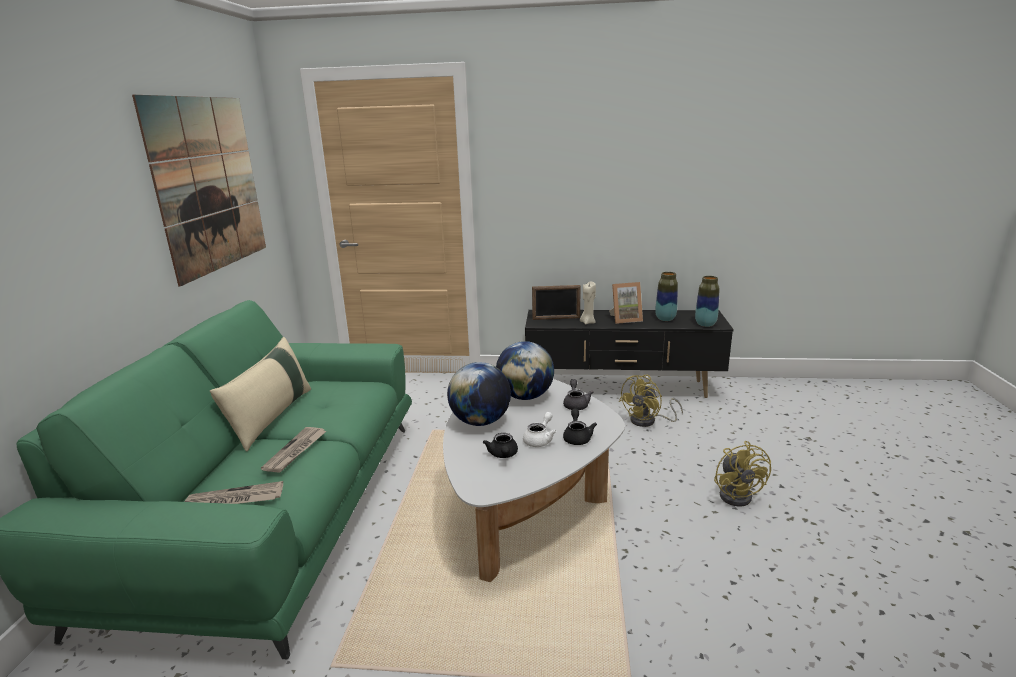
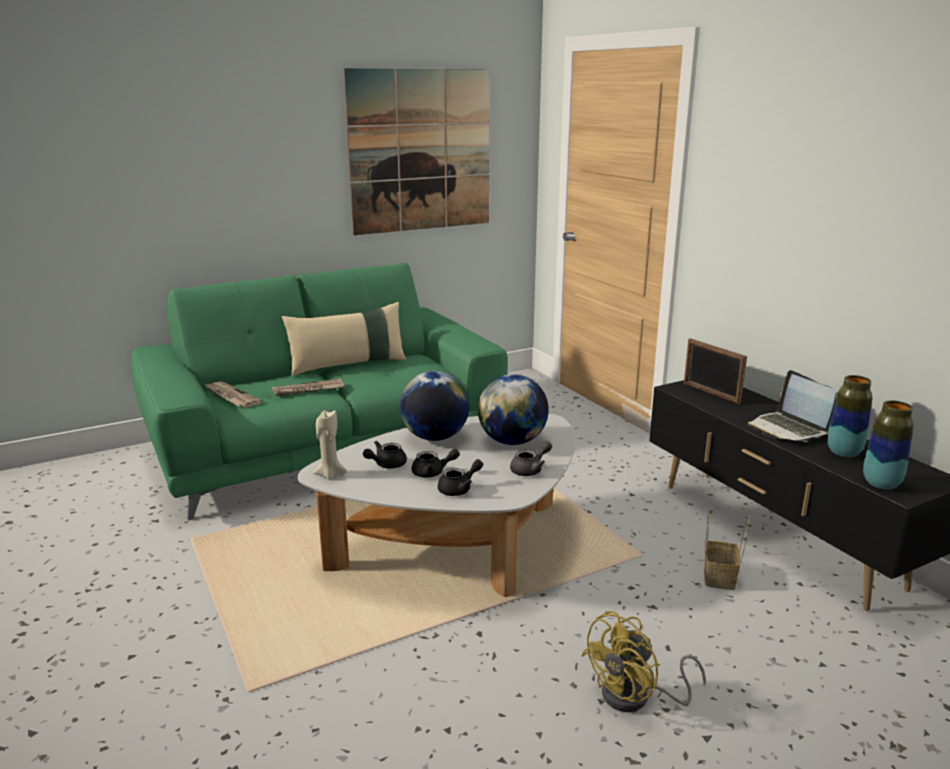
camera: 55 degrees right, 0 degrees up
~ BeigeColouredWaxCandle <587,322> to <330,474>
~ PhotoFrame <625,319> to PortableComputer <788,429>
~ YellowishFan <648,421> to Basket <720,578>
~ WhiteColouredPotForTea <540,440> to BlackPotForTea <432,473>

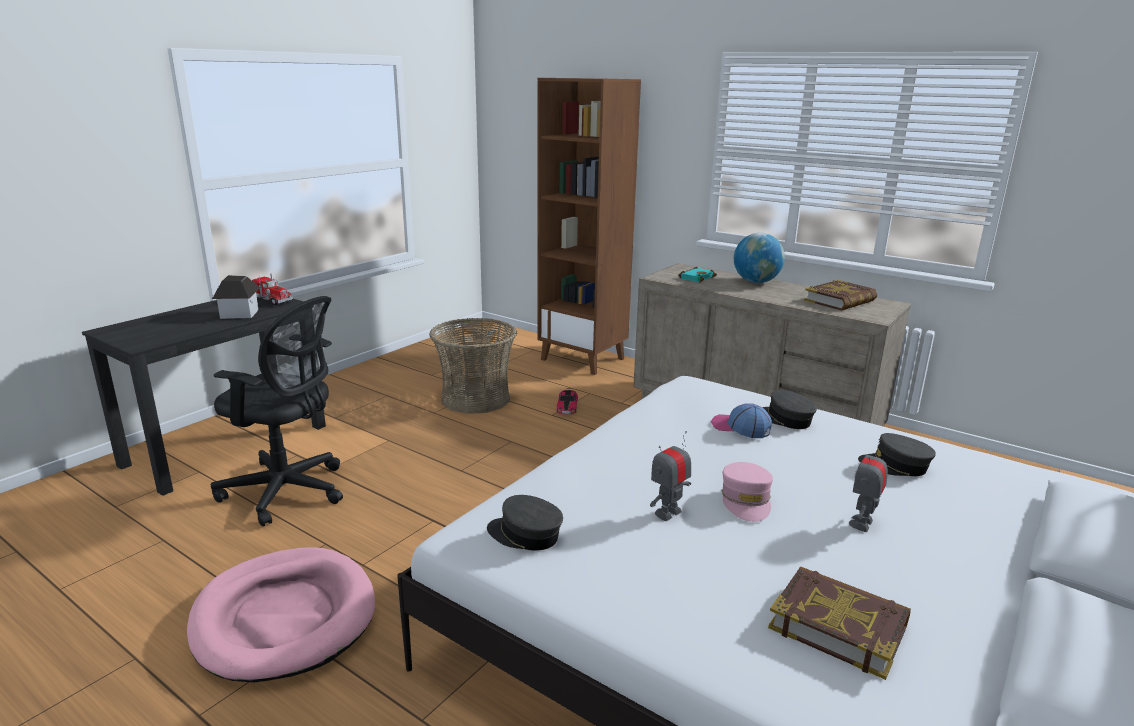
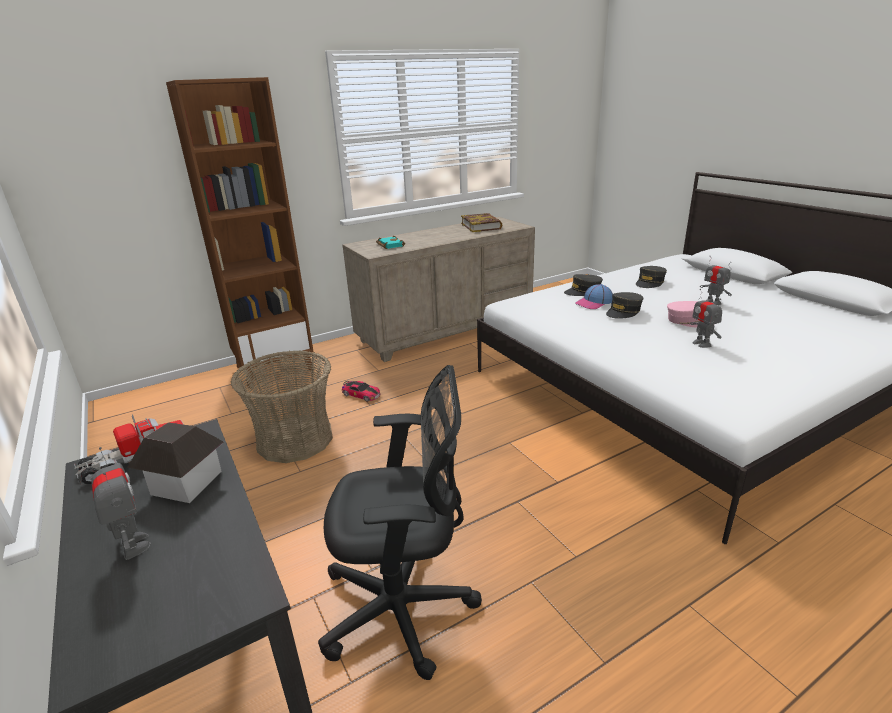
camera: 65 degrees left, 5 degrees up
- WorldGlobe <756,282>
~ BlackOfficeChair <289,492> = <404,609> 45 degrees clockwise
~ GreyBaseballCap <525,535> to <623,312>
- PinkDogBed <285,617>
- Book <838,626>
+ ToyRobot <133,545>

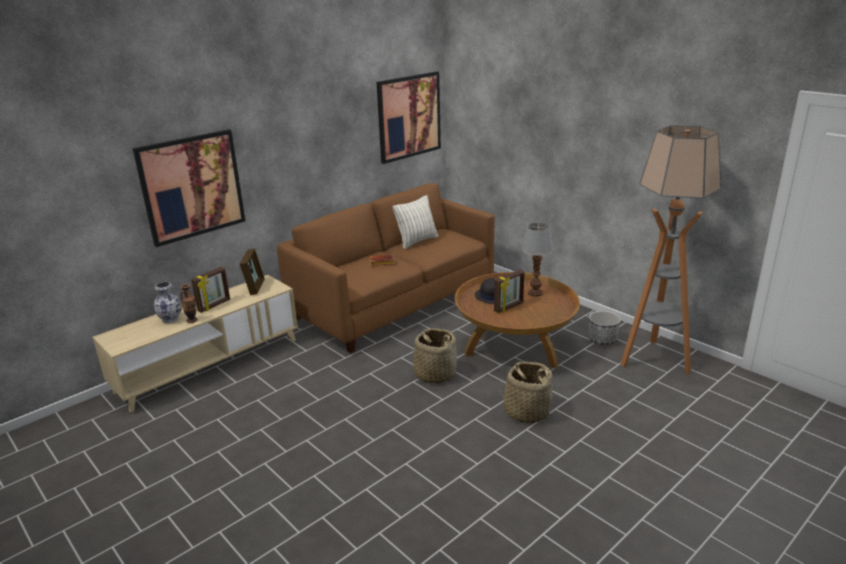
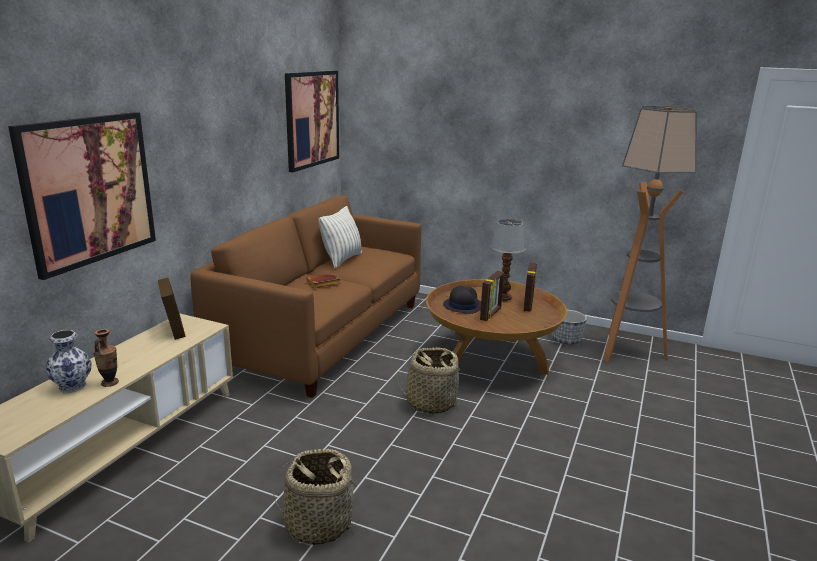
camera: 25 degrees left, 5 degrees down
~ PhotoFrame <214,305> to <528,304>
~ Basket <526,411> to <318,524>

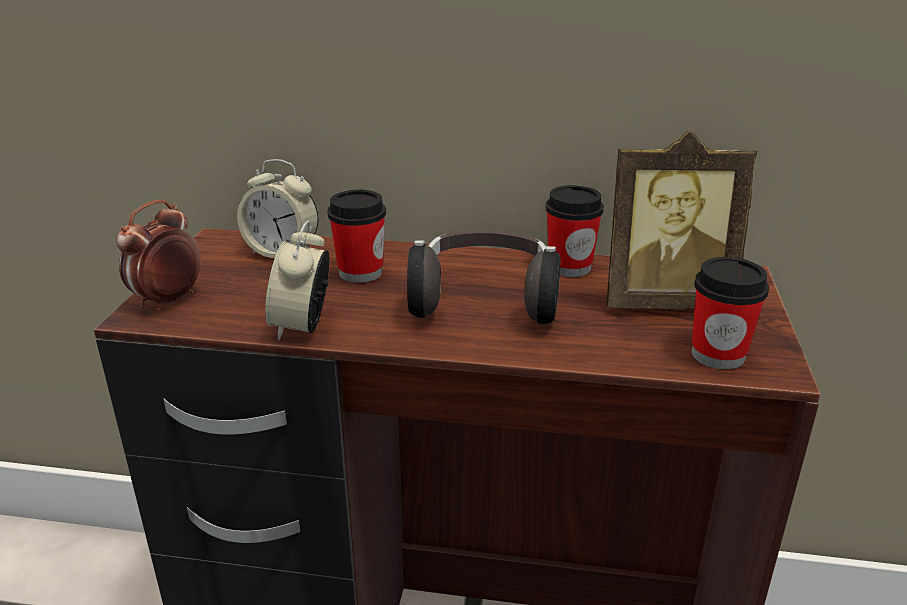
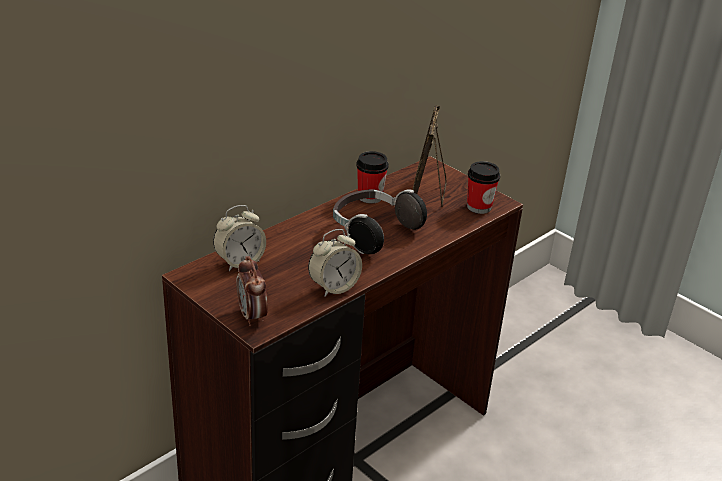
camera: 55 degrees left, 5 degrees up
~ PhotoFrame <664,301> = <428,193> 150 degrees clockwise
- SmallCup <360,272>
~ TableClock <302,326> = <334,287> 75 degrees counterclockwise

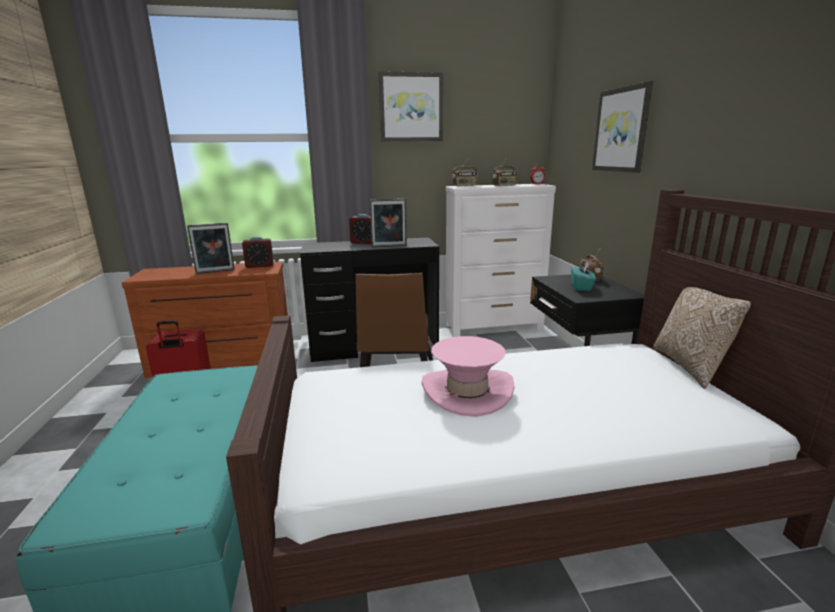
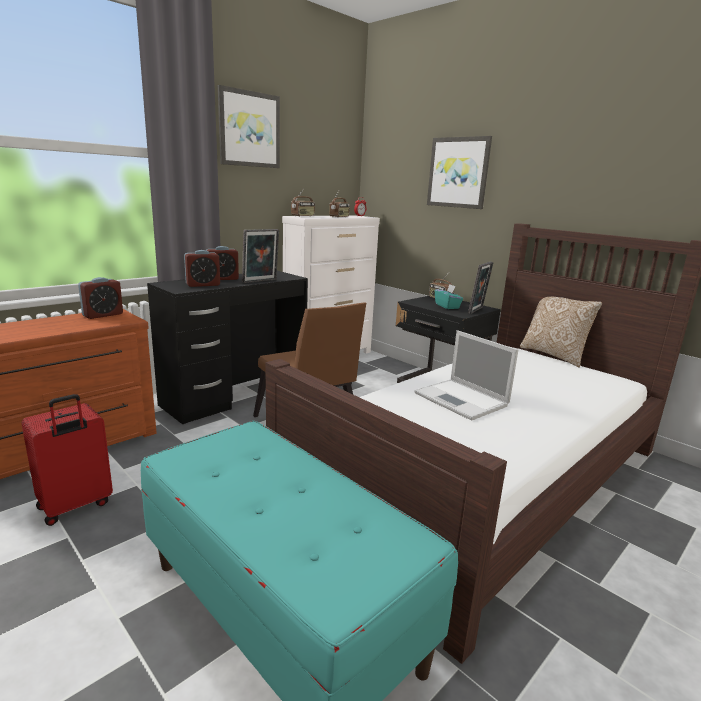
camera: 35 degrees left, 0 degrees up
~ PhotoFrame <215,272> to <477,310>
~ PinkClothingHat <467,391> to PortableComputer <462,400>
+ TableClock <203,285>

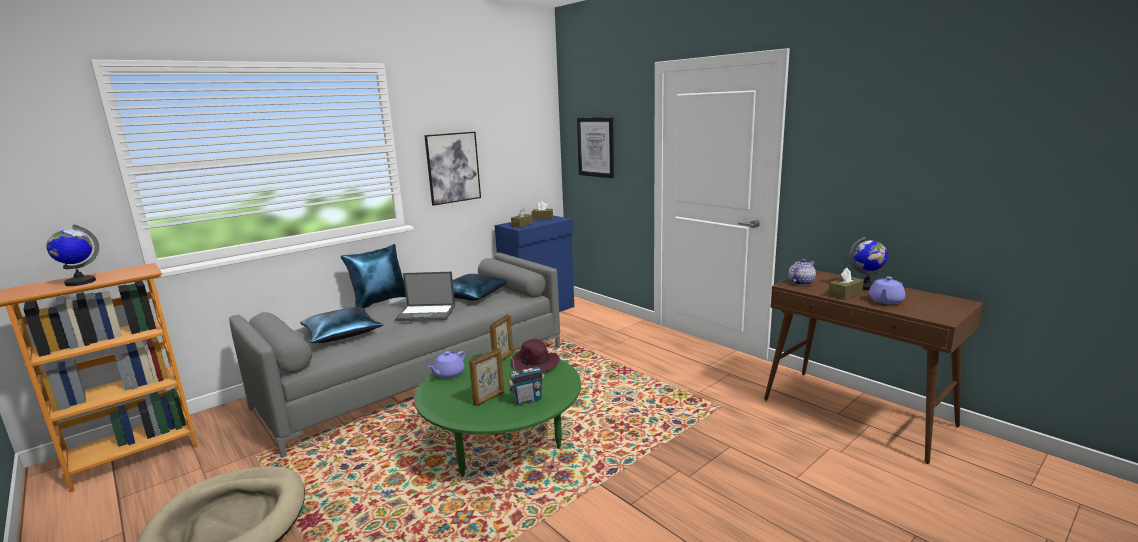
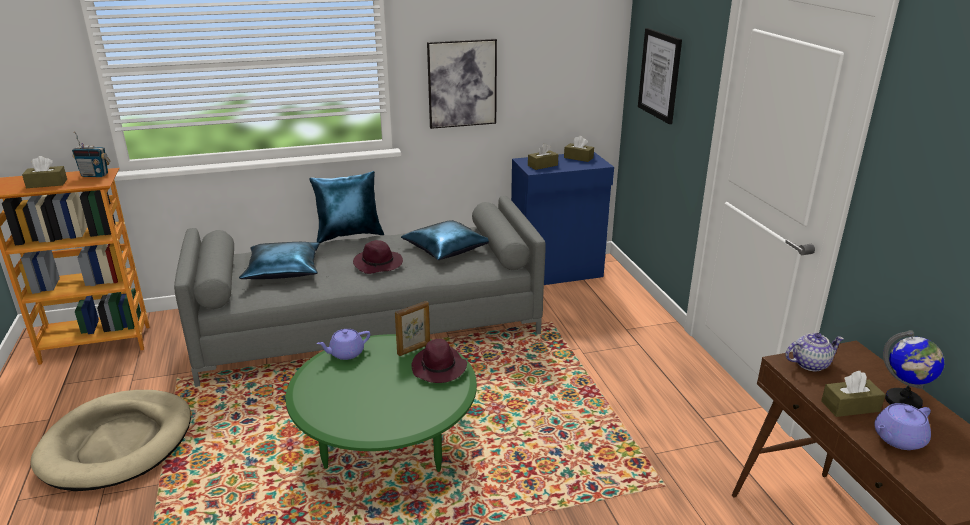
camera: 25 degrees right, 10 degrees up
~ WorldGlobe <80,282> to BrownColouredBoxOfTissues <47,184>
~ PortableComputer <427,313> to PurpleColouredClothingHat <378,264>
- PhotoFrame <489,398>
~ RadioReceiver <527,400> to <95,175>

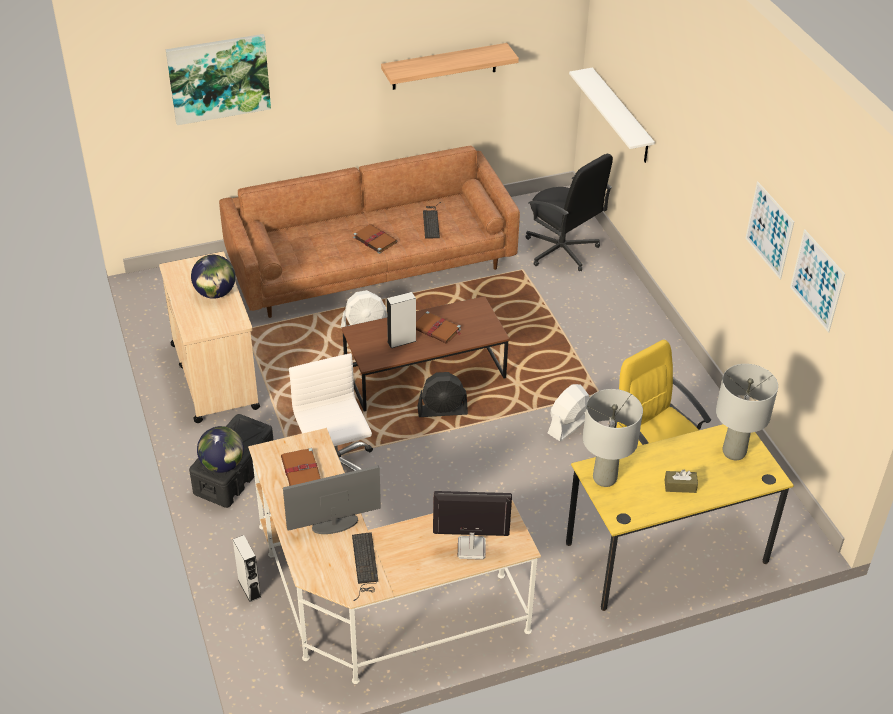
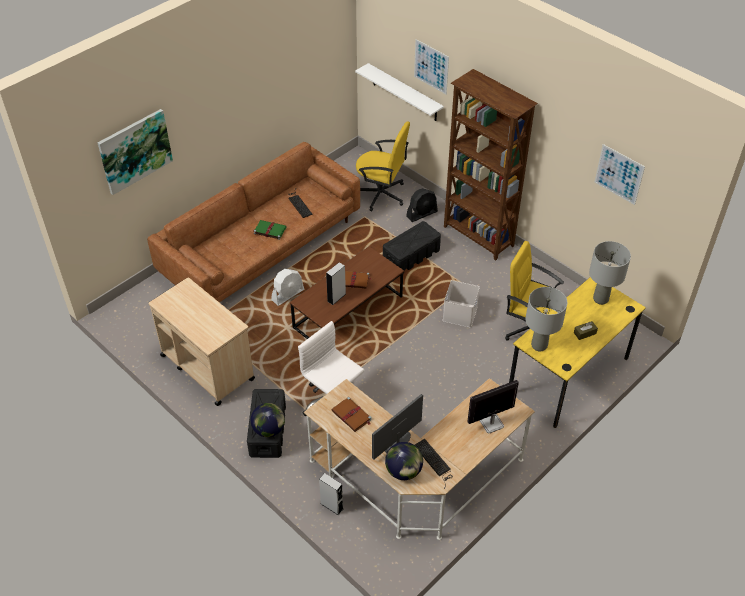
camera: 25 degrees left, 5 degrees up
- WallShelf <444,66>
~ BlackOfficeChair <562,250> to YellowishOfficeChair <381,194>
~ WallArt <769,230> to <431,66>
~ BrownColouredBook <374,239> to GreenColouredBook <269,230>
~ WorldGlobe <215,293> to <403,471>
~ BlackFan <442,411> to <422,214>
~ WhiteColouredFan <568,425> to WhiteColouredStorageBox <460,314>
+ BrownColouredBookcase <478,237>
+ BlackStorageBox <411,256>

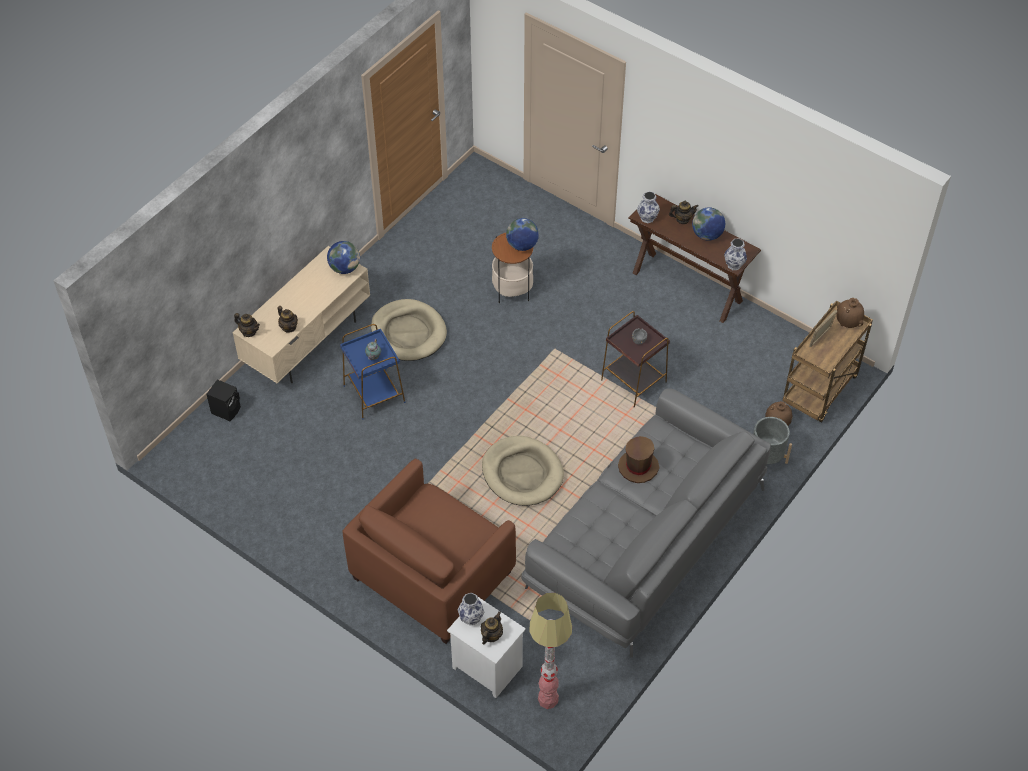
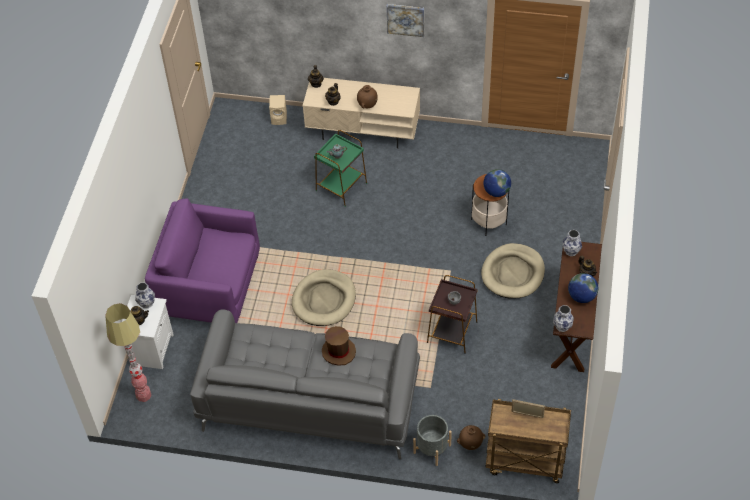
camera: 65 degrees right, 0 degrees up
- WorldGlobe <344,268>
~ BrownColouredDecorativeVase <848,323> to <367,105>
~ BeigeColouredDogBed <408,333> to <513,273>
~ BlueColouredEndTable <374,394> to GreenColouredEndTable <340,187>
~ BlackSpeaker <226,409> to BeigeColouredSpeaker <279,118>
~ BrownColouredEasyChair <432,575> to PurpleColouredEasyChair <210,286>
+ WallArt <405,19>

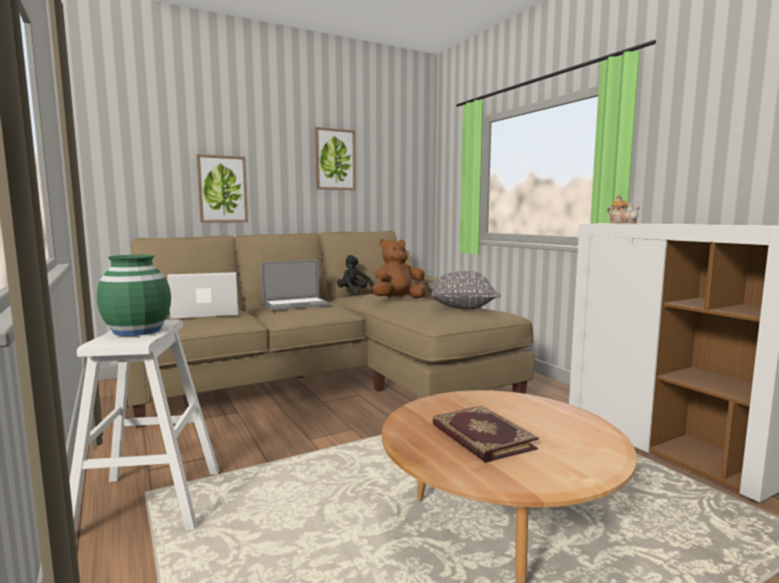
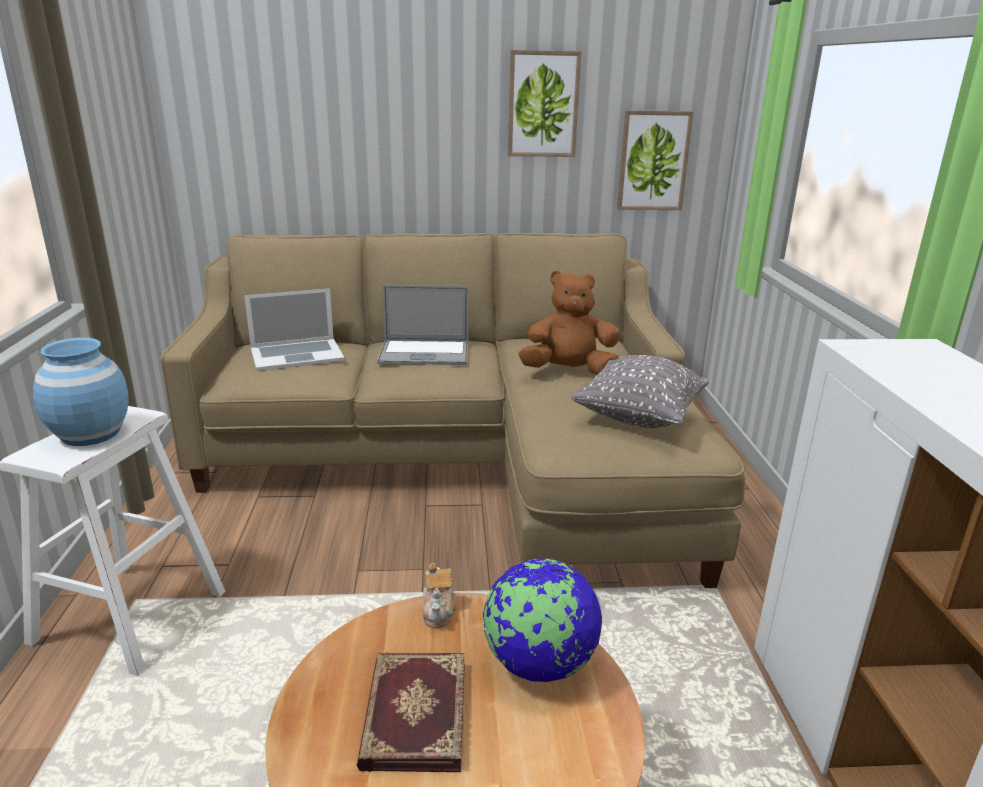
camera: 25 degrees right, 15 degrees up
~ WallArt <222,189> to <653,161>
~ PotForTea <622,223> to <438,610>
~ GreenColouredDecorativeVase <137,331> to BlueColouredDecorativeVase <91,434>
- BlackCuddlyToy <354,293>
~ PortableComputer <206,313> = <297,354> 150 degrees clockwise
+ WorldGlobe <539,664>

